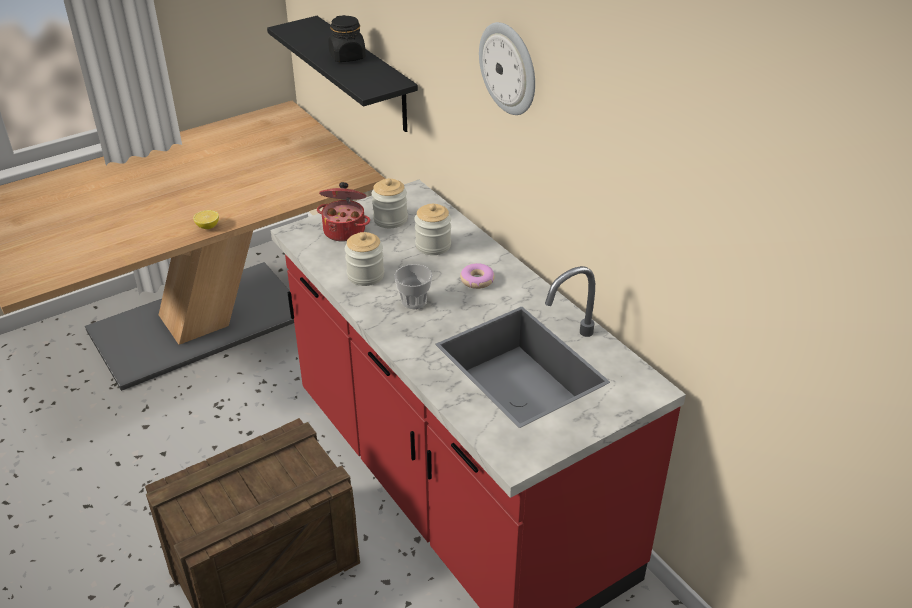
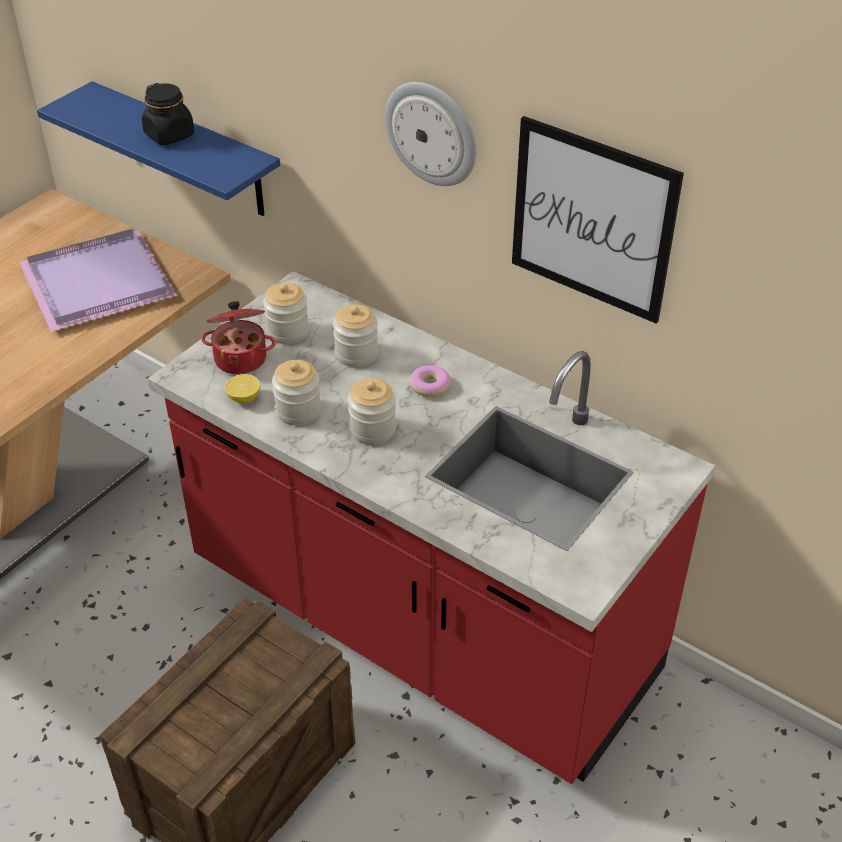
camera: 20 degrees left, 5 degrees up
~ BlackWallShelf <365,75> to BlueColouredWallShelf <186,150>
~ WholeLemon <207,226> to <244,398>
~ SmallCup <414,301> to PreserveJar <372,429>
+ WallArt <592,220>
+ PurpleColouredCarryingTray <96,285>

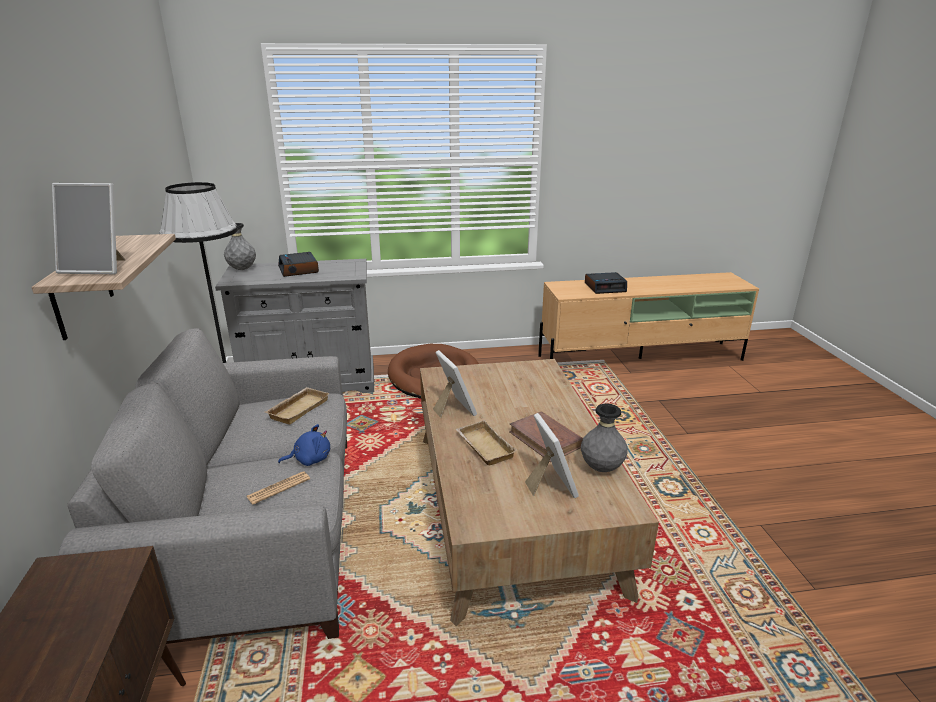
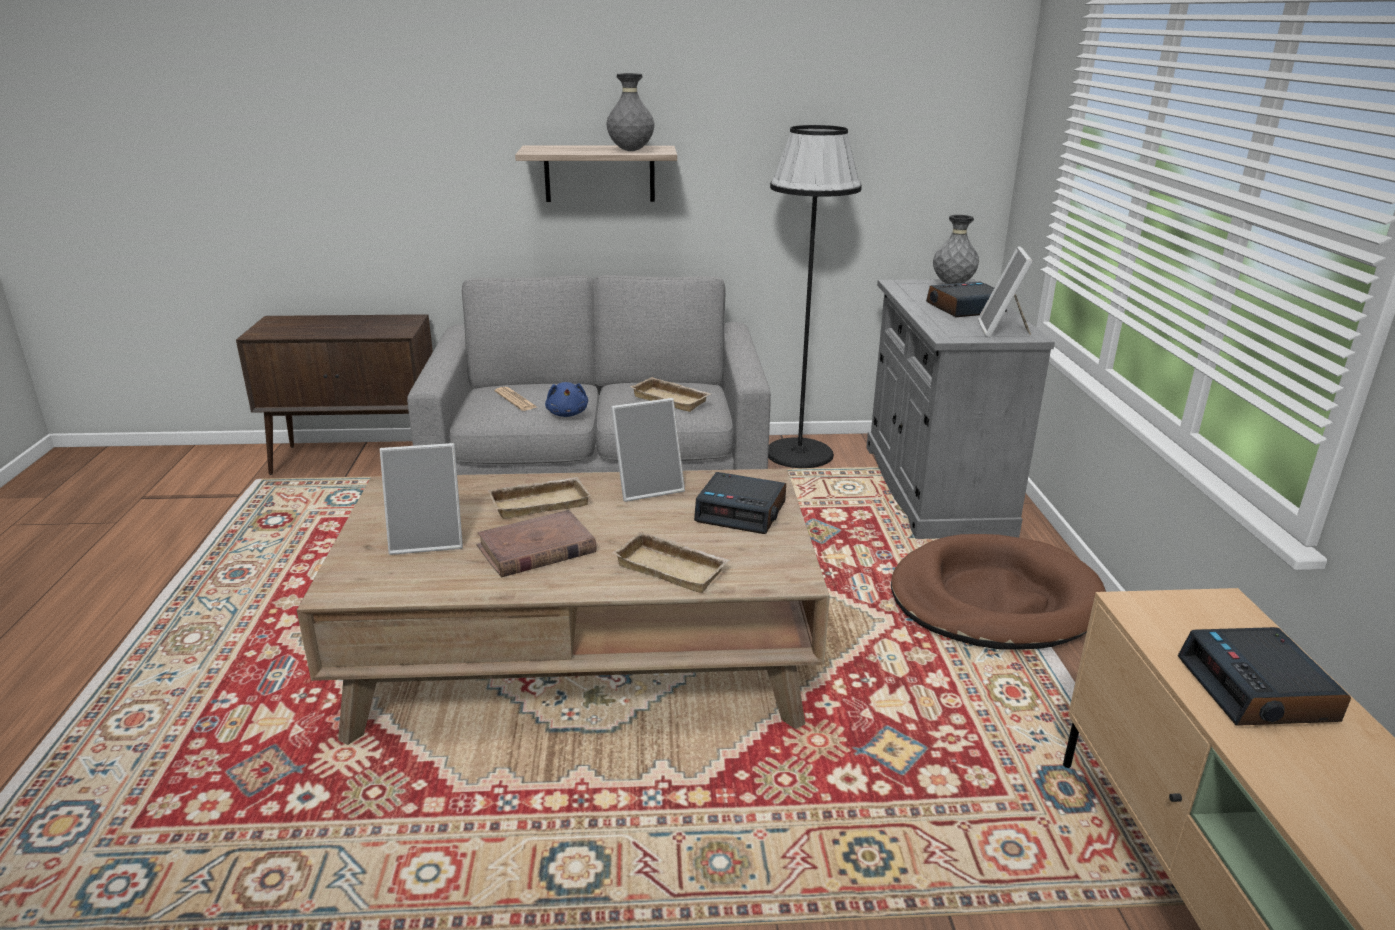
camera: 95 degrees right, 0 degrees up
~ PhotoFrame <99,268> to <1002,330>
~ GreyDecorativeVase <601,468> to <631,151>
+ TableClock <742,512>
+ BeigeColouredCarryingTray <673,568>

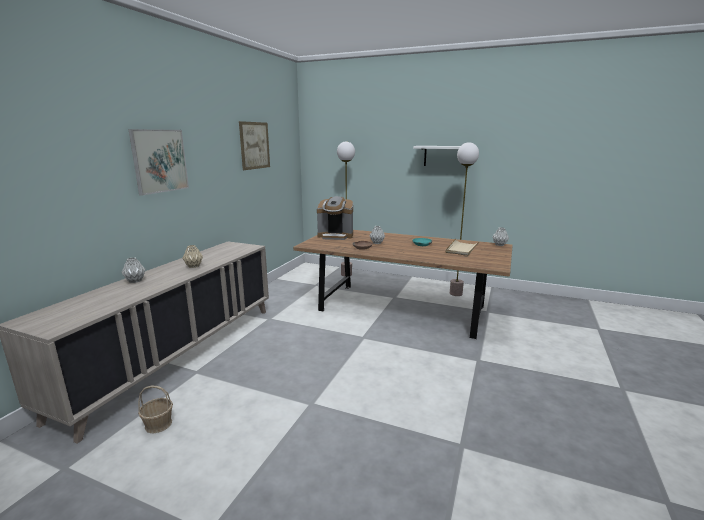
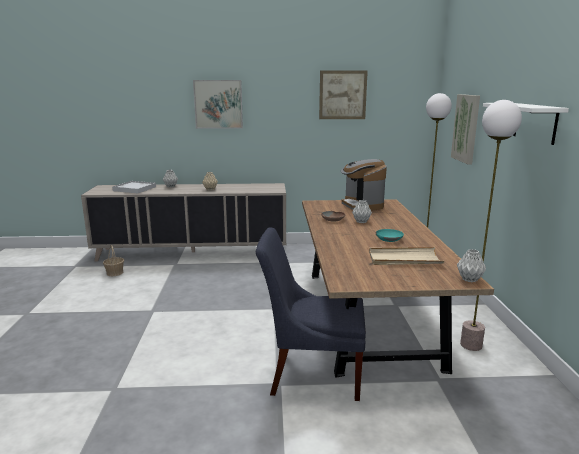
camera: 65 degrees right, 0 degrees up
+ WallArt <466,128>
+ WhiteColouredCarryingTray <134,189>
+ BlueColouredChair <311,373>

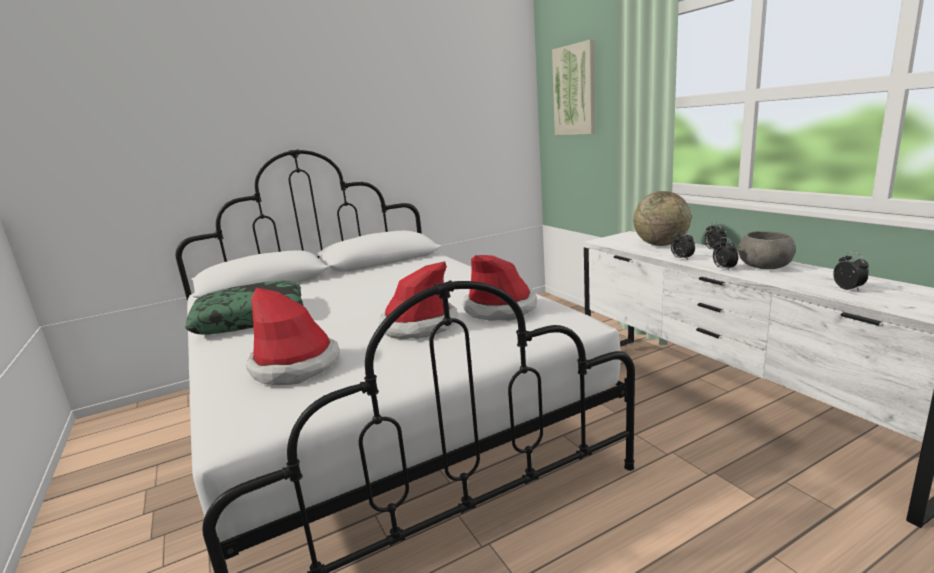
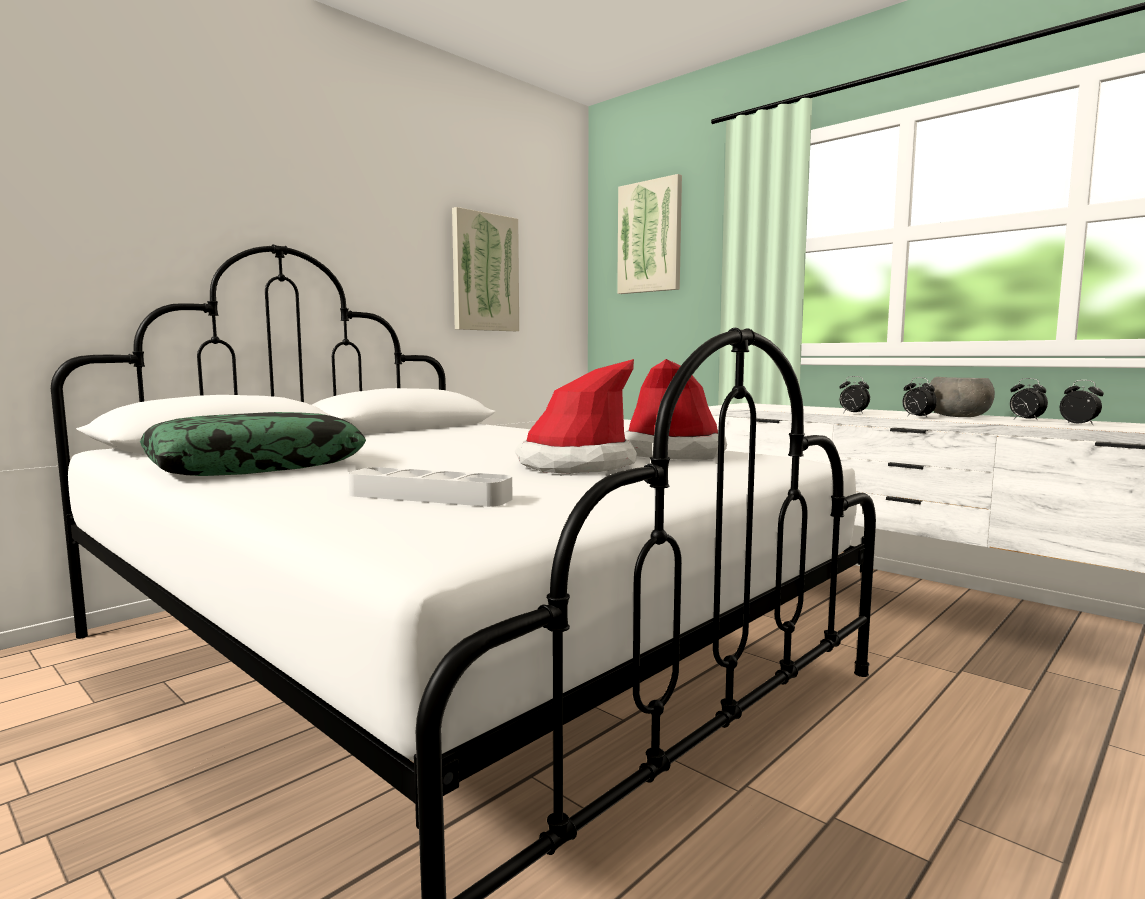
camera: 20 degrees left, 10 degrees down
- WorldGlobe <660,244>
~ TableClock <714,250> to <1025,420>
~ ClothingHat <295,366> to GreyCarryingTray <429,496>
+ WallArt <485,272>

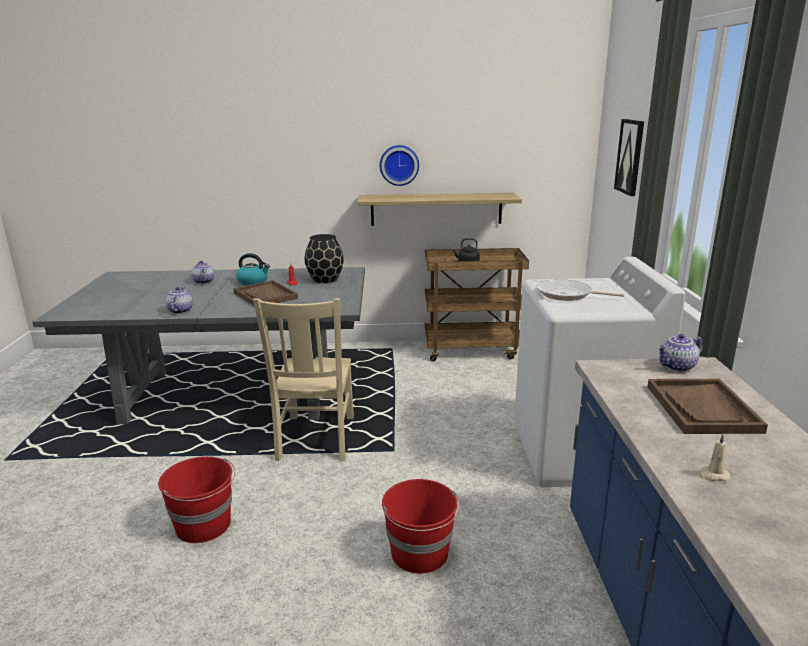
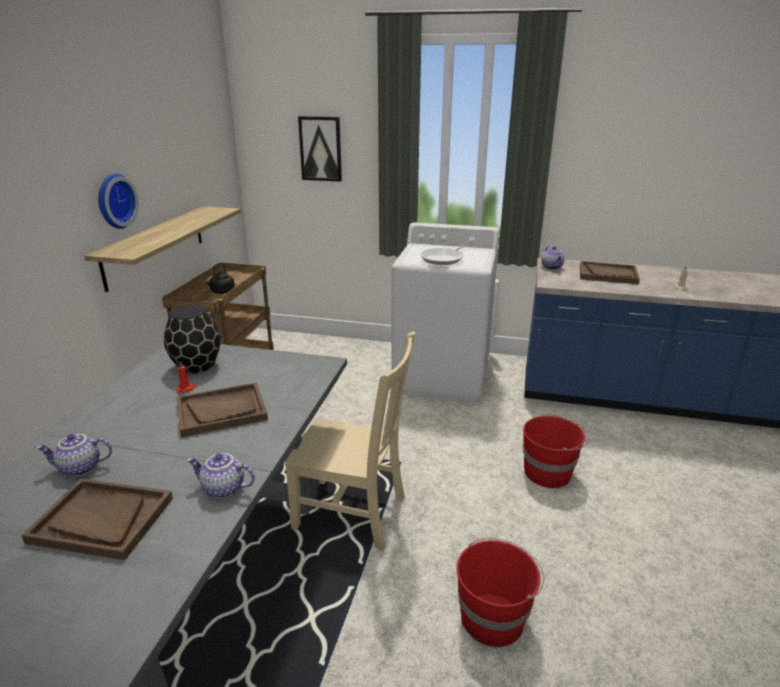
camera: 75 degrees left, 5 degrees up
- WaterKettle <253,282>
+ BrownColouredCarryingTray <101,520>

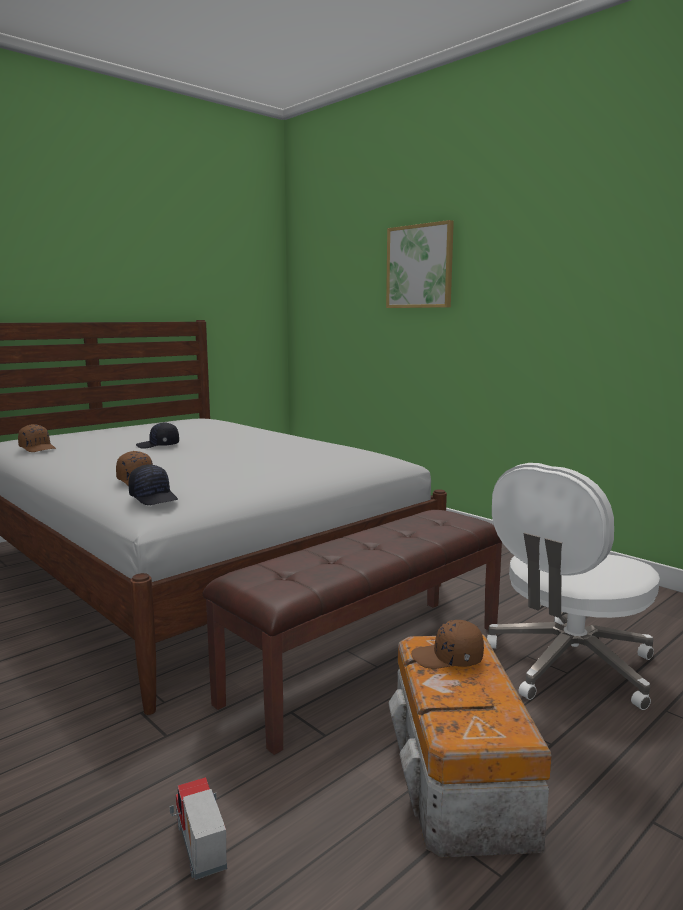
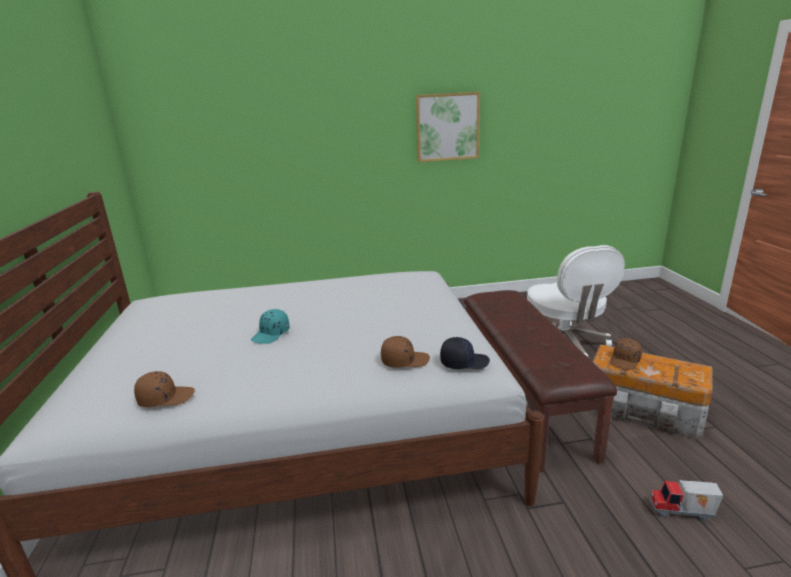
camera: 55 degrees left, 10 degrees up
~ WallArt <420,266> to <447,127>
~ BlackBaseballCap <158,446> to TurquoiseBaseballCap <271,334>

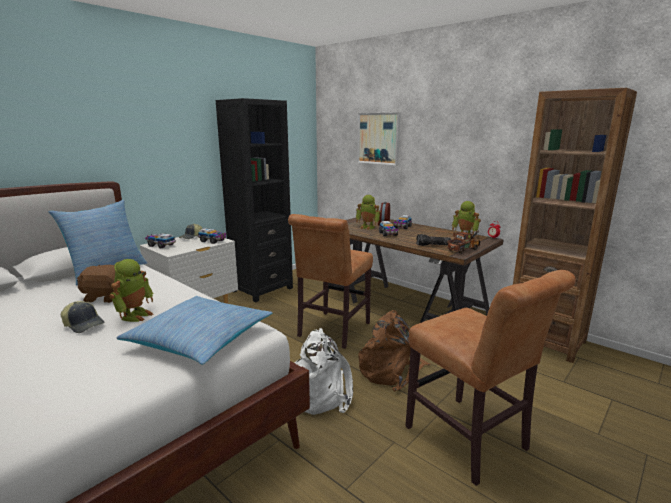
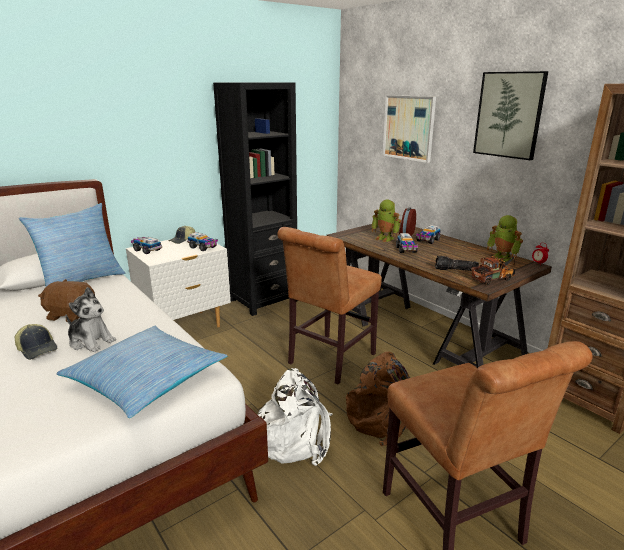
camera: 10 degrees right, 5 degrees up
~ ToyRobot <135,315> to CuddlyToy <91,341>
+ WallArt <509,115>

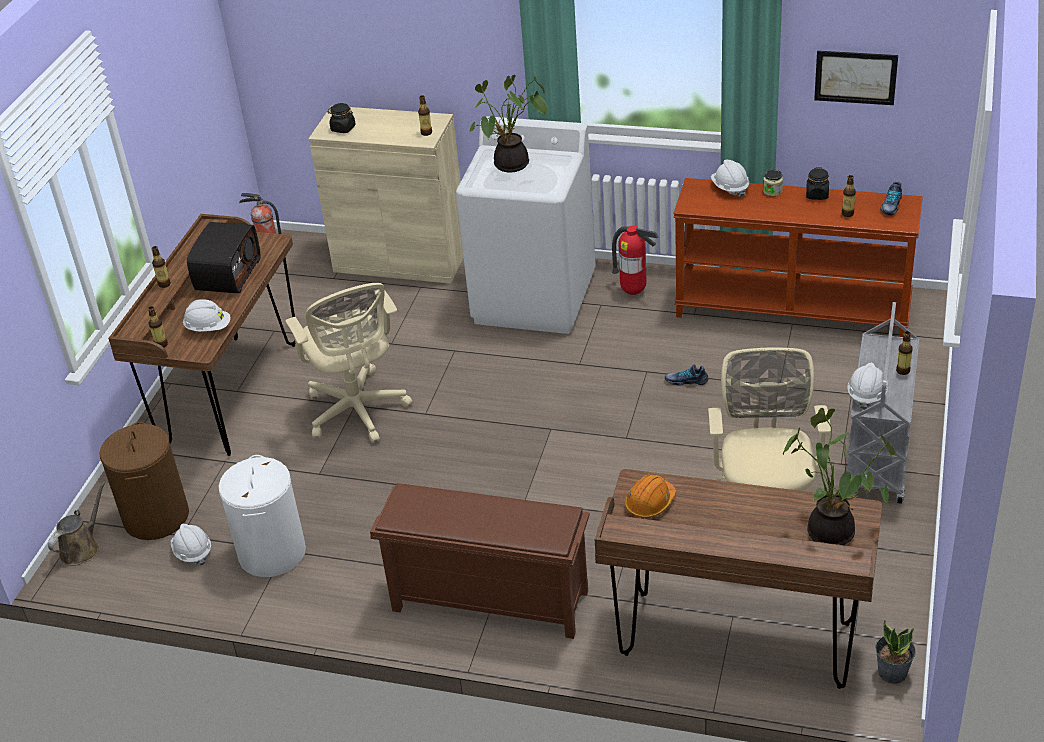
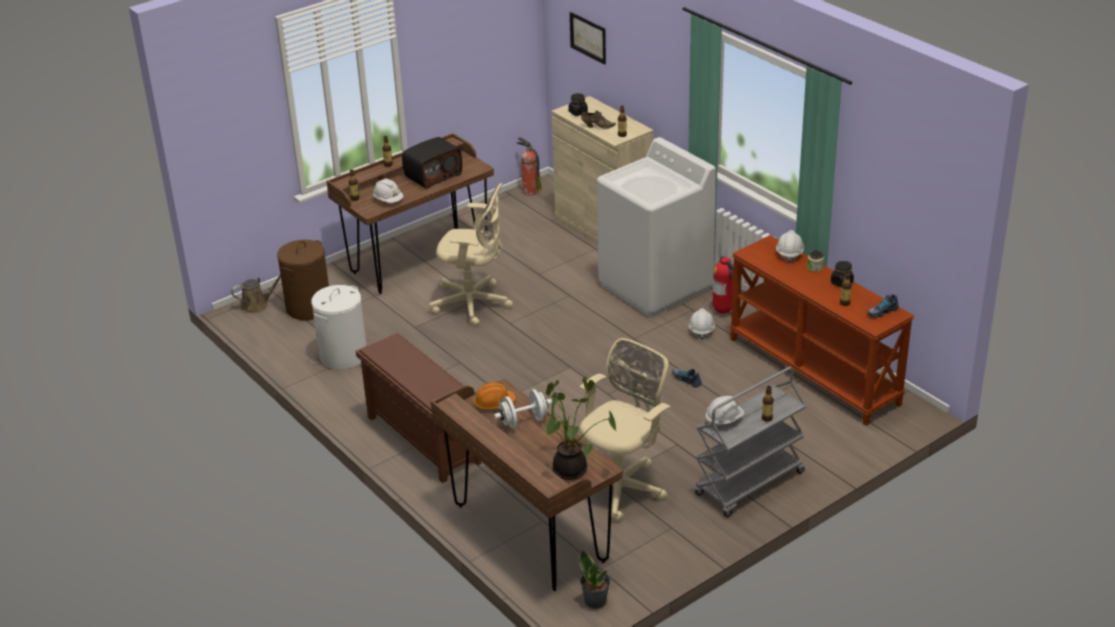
camera: 35 degrees right, 5 degrees down
~ WallArt <855,77> to <588,37>
- PottedPlant <511,166>
~ BeigeColouredOfficeChair <358,412> = <474,304> 90 degrees counterclockwise
~ WhiteColouredWorkHelmet <193,552> to <701,330>
+ BrownColouredItemOfFootwear <597,126>
+ WhiteColouredHandWeight <523,421>

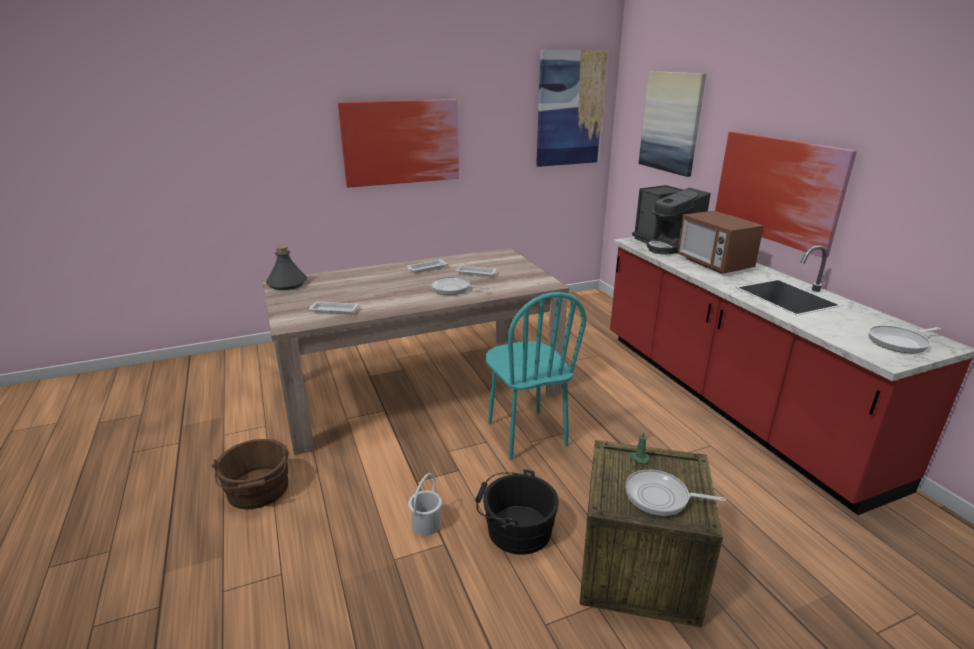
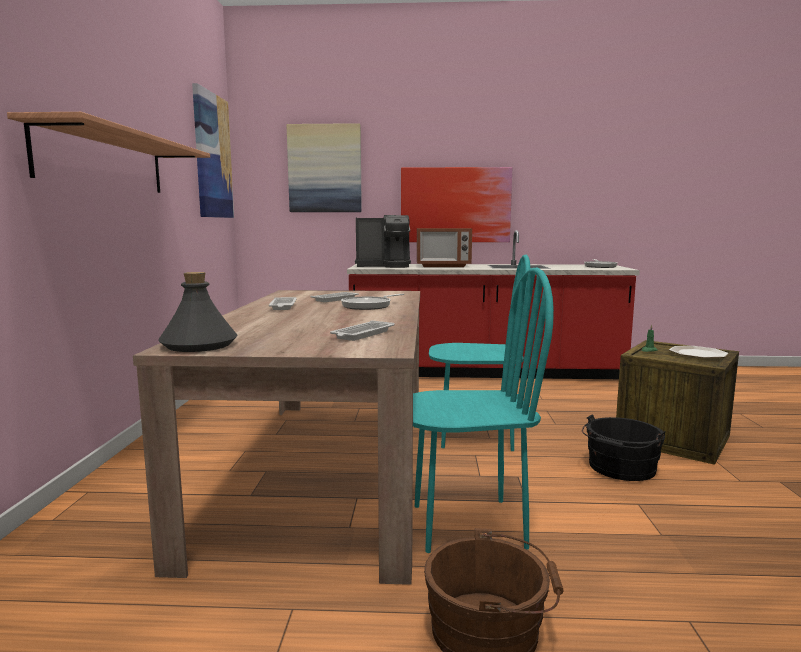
camera: 65 degrees left, 15 degrees down
~ WallArt <401,142> to WallShelf <104,162>
~ Skillet <660,497> to DinnerPlate <698,353>
- WhiteColouredPail <425,525>
+ TurquoiseChair <467,525>

